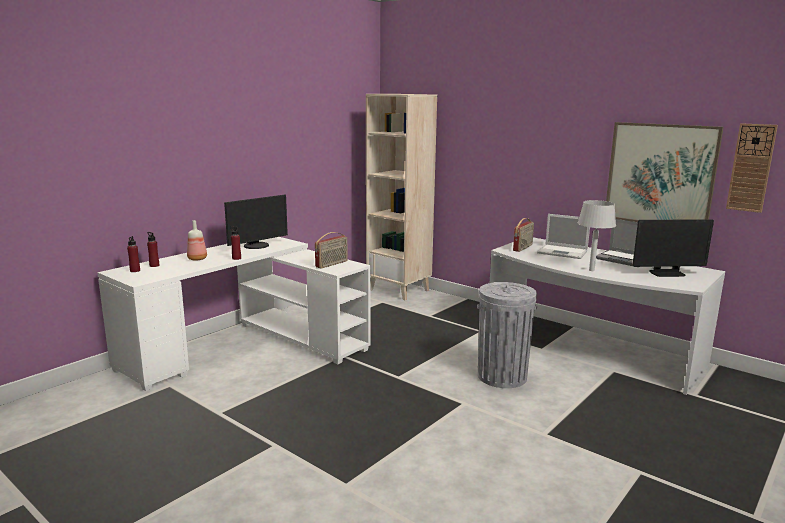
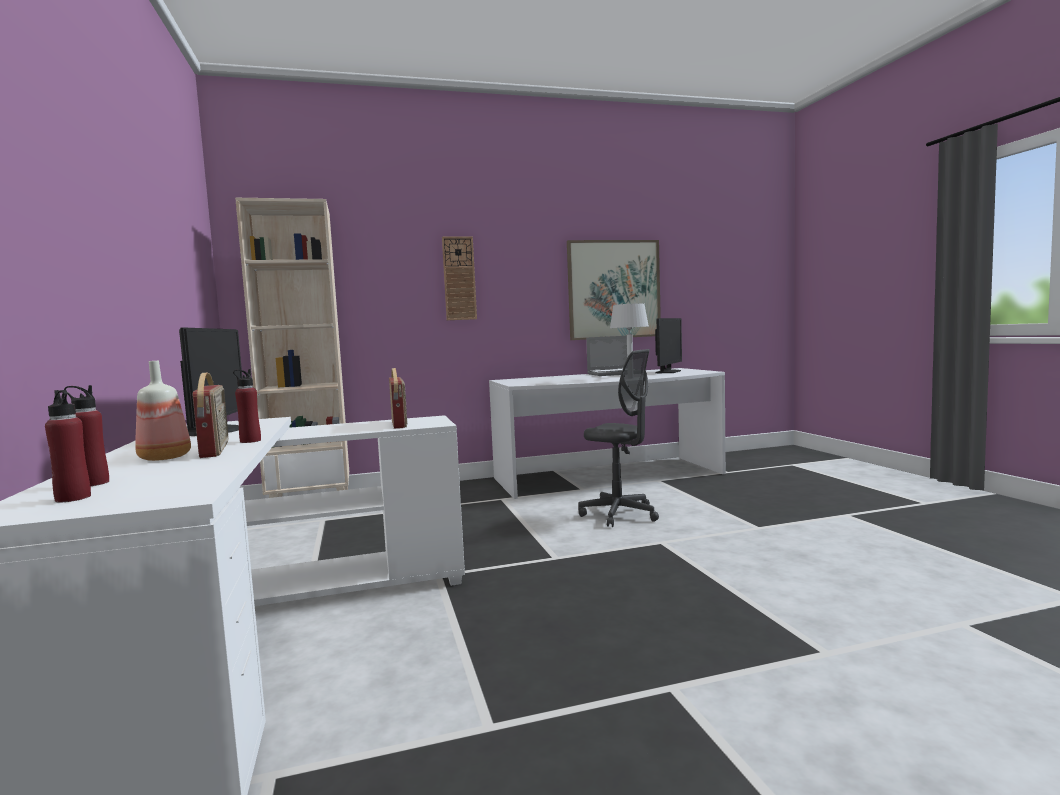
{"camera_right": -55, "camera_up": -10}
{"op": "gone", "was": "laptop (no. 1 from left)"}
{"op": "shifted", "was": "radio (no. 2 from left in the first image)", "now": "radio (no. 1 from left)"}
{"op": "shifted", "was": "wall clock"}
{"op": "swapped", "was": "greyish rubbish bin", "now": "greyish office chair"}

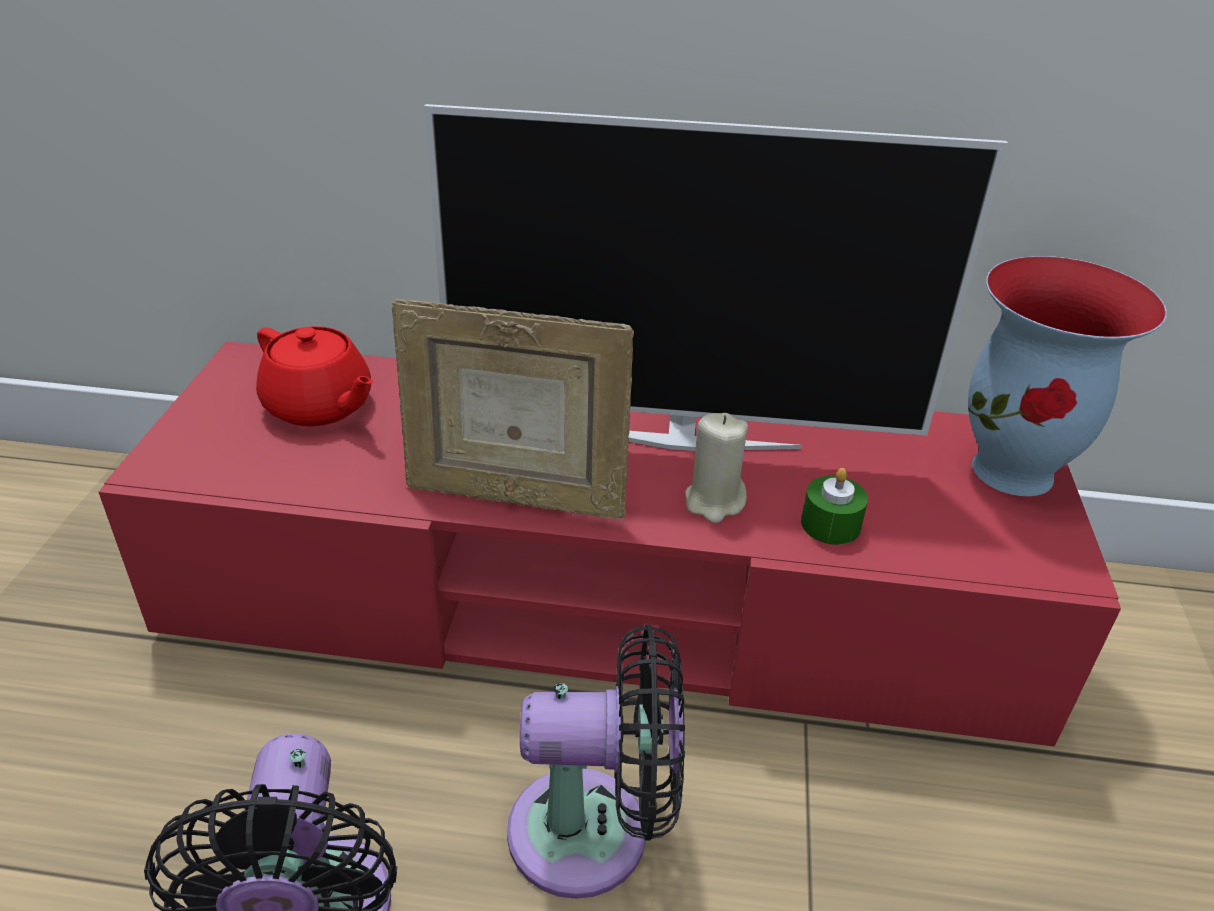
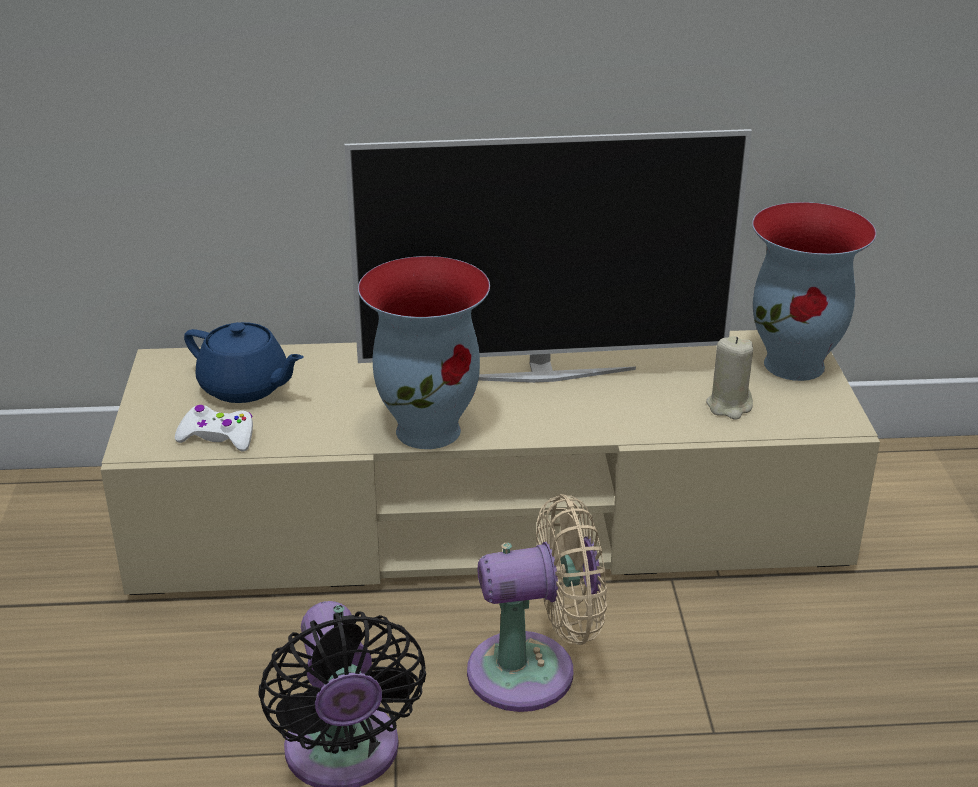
{"camera_right": -10, "camera_up": -5}
{"op": "gone", "was": "green wax candle"}
{"op": "new", "now": "white joypad"}
{"op": "shifted", "was": "beige wax candle"}
{"op": "swapped", "was": "standing frame", "now": "vase (no. 1 from left)"}
{"op": "repainted", "was": "reddish tv unit", "now": "beige tv unit"}
{"op": "repainted", "was": "reddish teapot", "now": "bluish teapot"}
{"op": "repainted", "was": "black-coloured electric fan (no. 2 from left)", "now": "beige electric fan"}

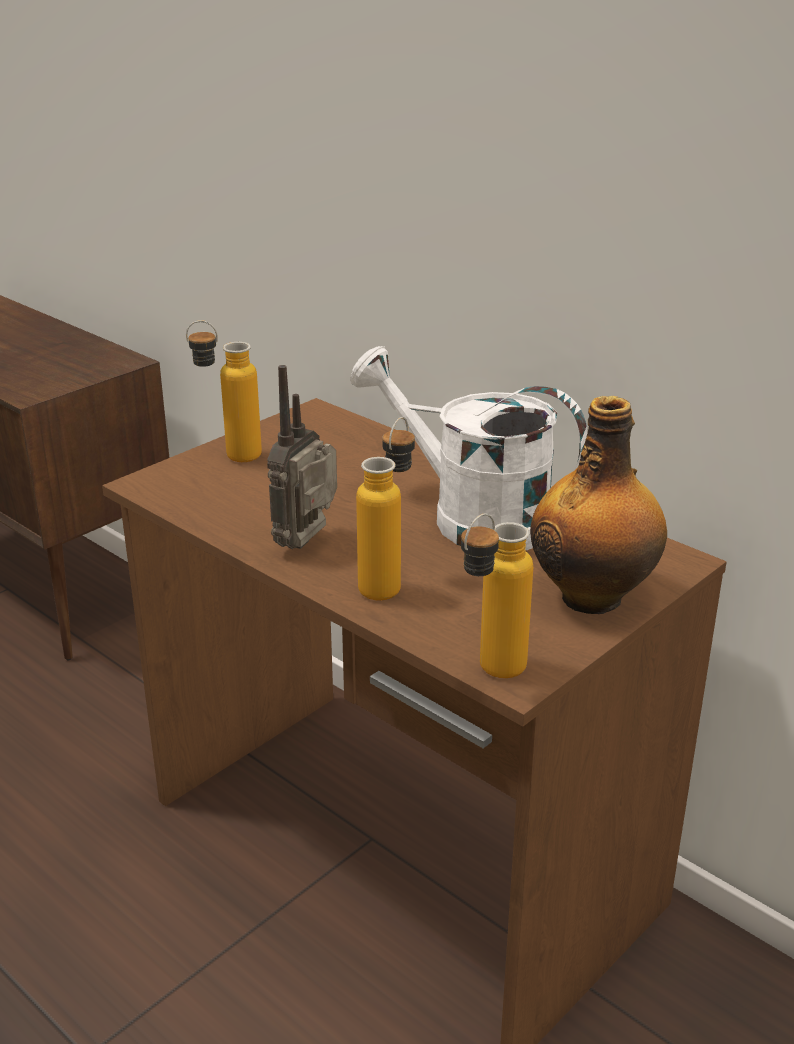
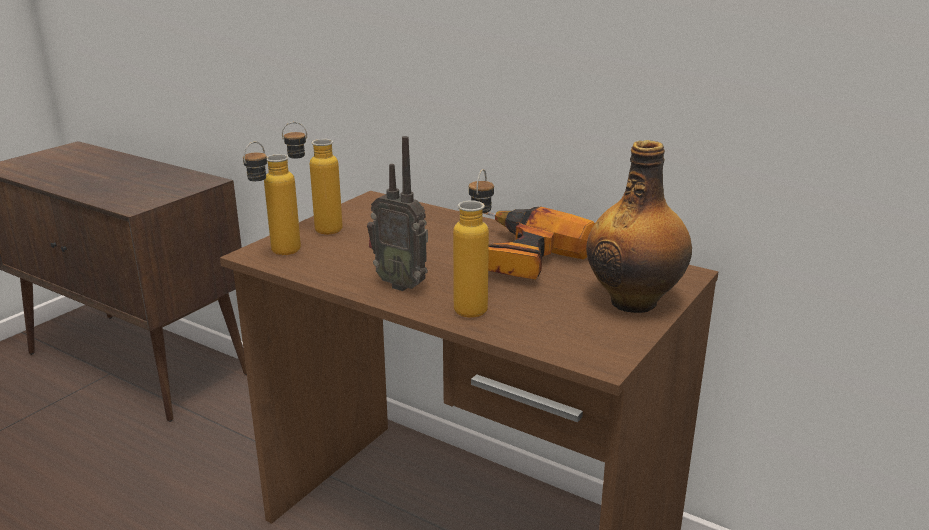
{"camera_right": -10, "camera_up": -5}
{"op": "shifted", "was": "bottle (no. 3 from left in the first image)", "now": "bottle (no. 1 from left)"}
{"op": "swapped", "was": "white watering pot", "now": "drill"}
{"op": "rotated", "was": "radio", "clockwise": -75}

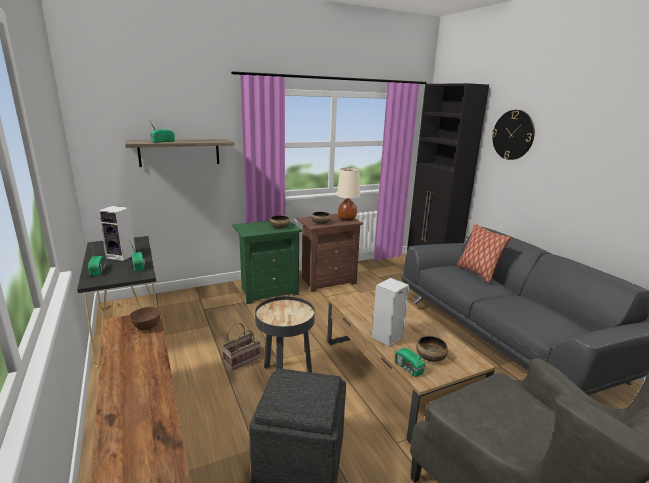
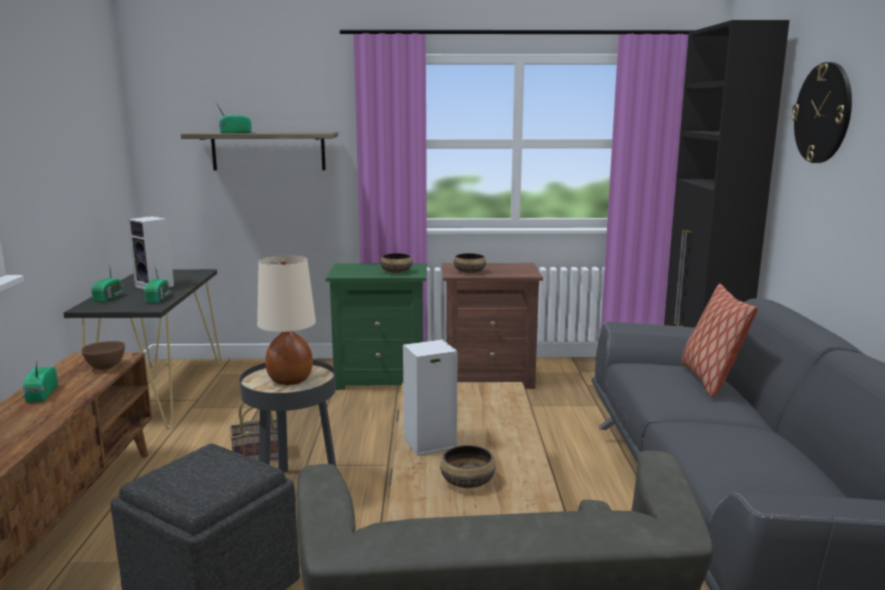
{"camera_right": 25, "camera_up": -5}
{"op": "shifted", "was": "beige lamp for a table"}
{"op": "shifted", "was": "radio (no. 4 from left in the first image)", "now": "radio (no. 1 from left)"}

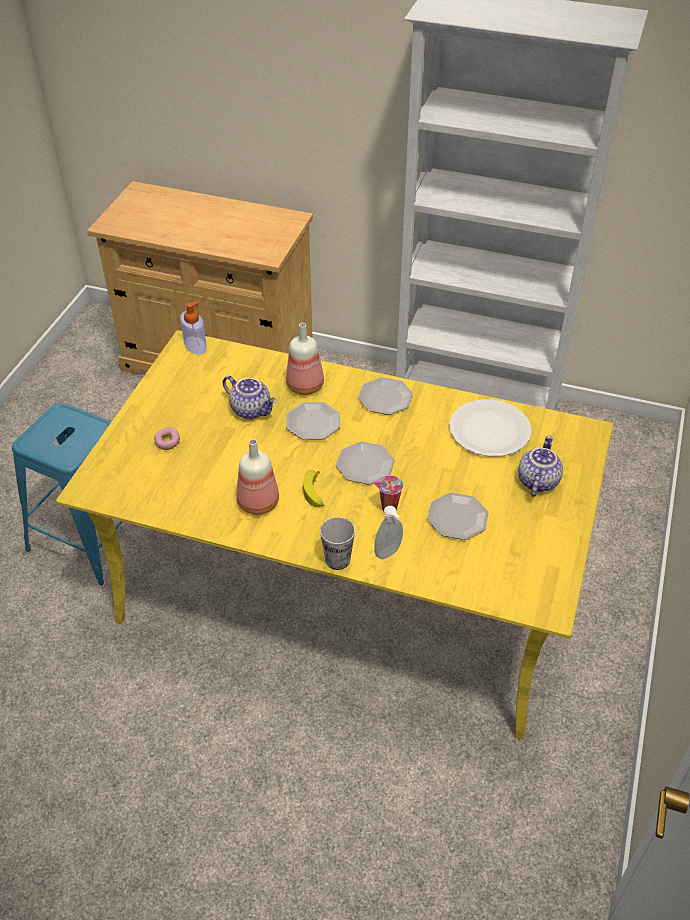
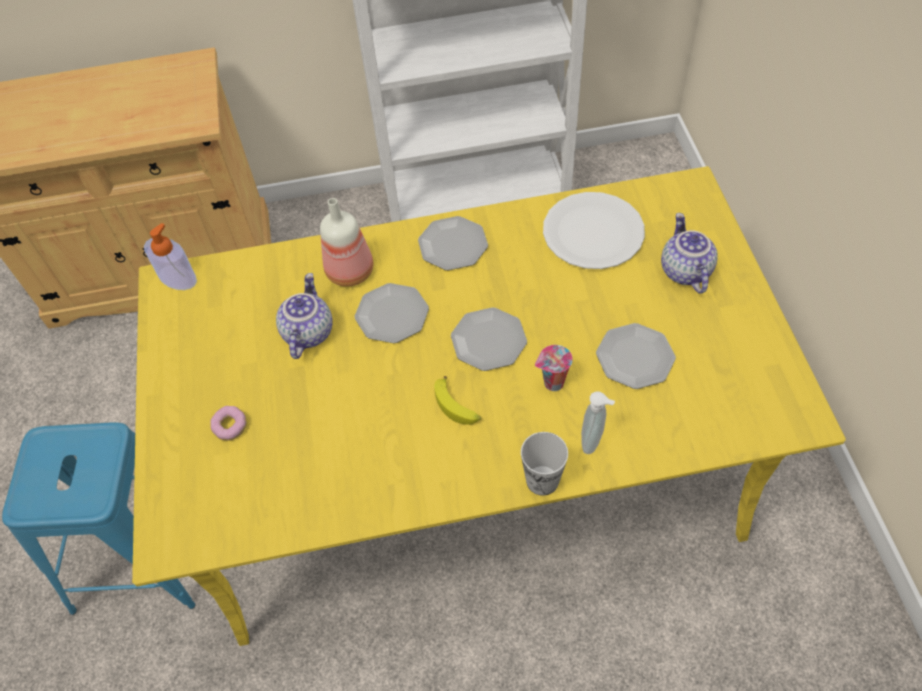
{"camera_right": -25, "camera_up": 10}
{"op": "gone", "was": "bottle (no. 1 from left)"}
{"op": "rotated", "was": "teapot (no. 1 from left)", "clockwise": -90}

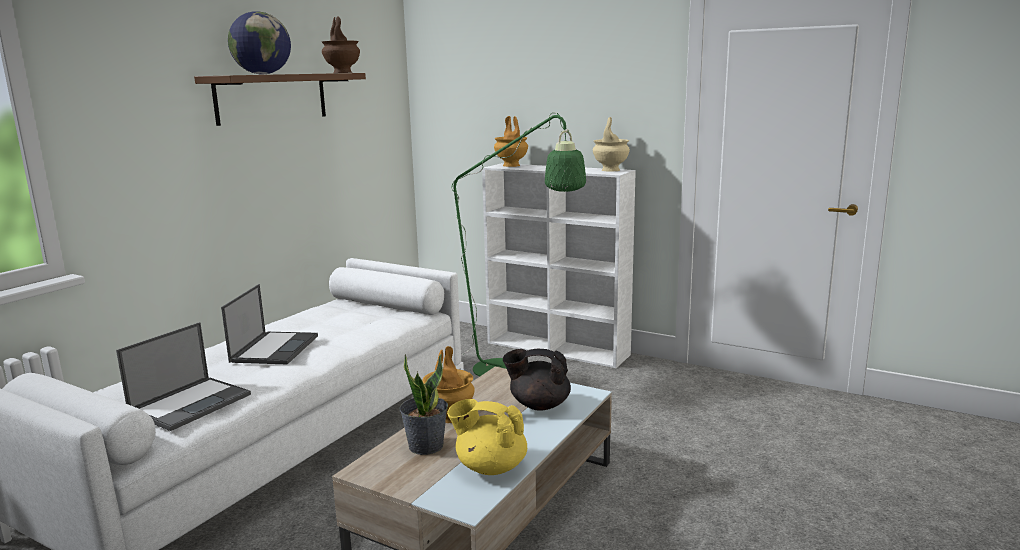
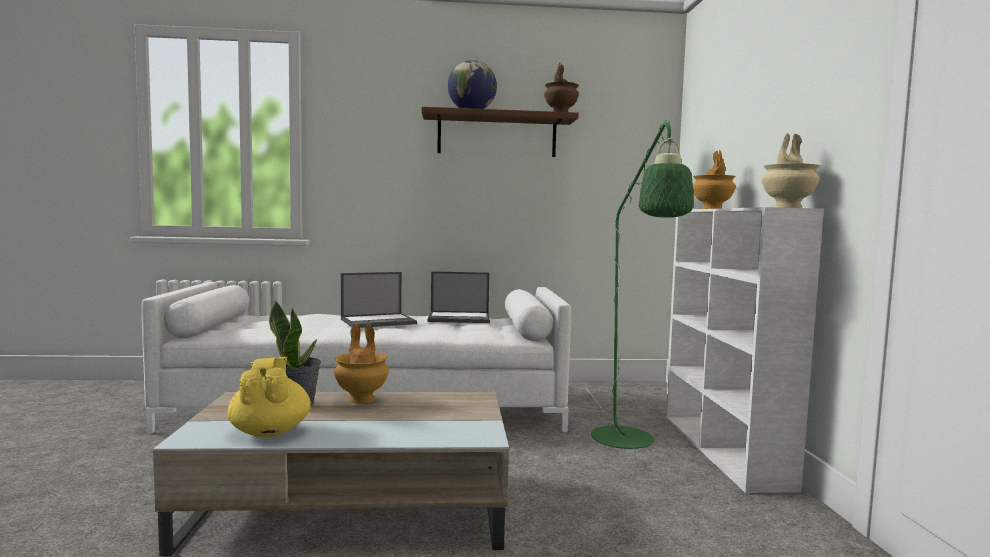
{"camera_right": 55, "camera_up": -10}
{"op": "gone", "was": "black-coloured teapot"}
{"op": "shifted", "was": "laptop (no. 1 from left in the first image)", "now": "laptop (no. 2 from left)"}

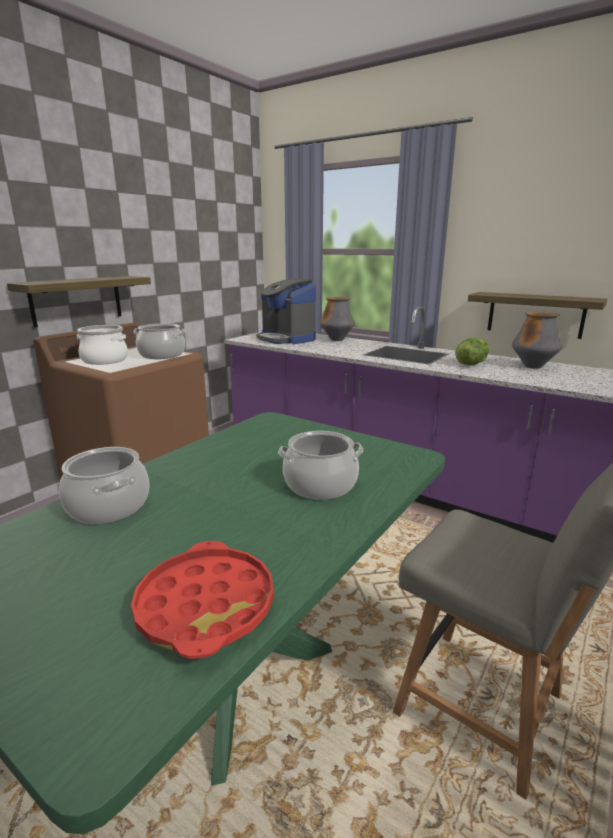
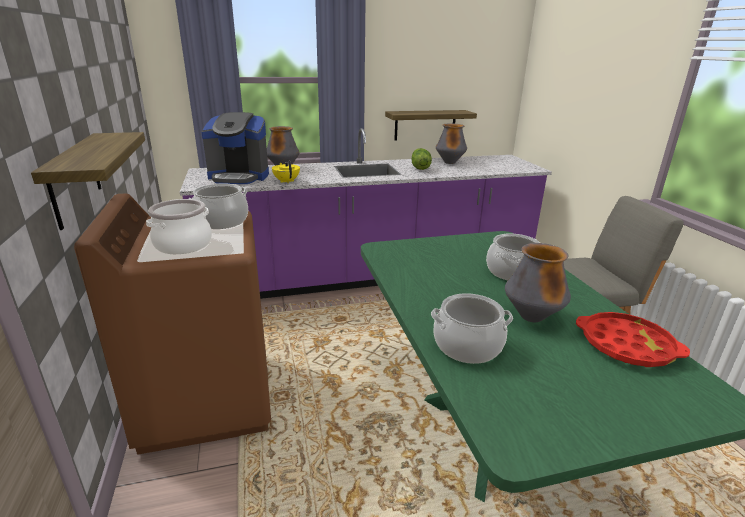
{"camera_right": -50, "camera_up": 5}
{"op": "new", "now": "yellow-coloured teapot"}
{"op": "new", "now": "vase (no. 3 from left)"}

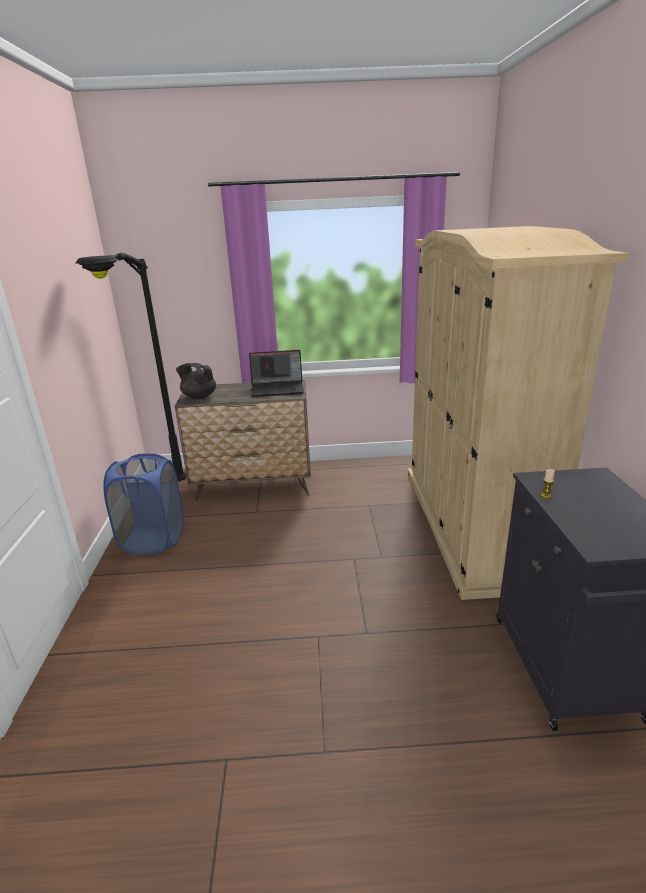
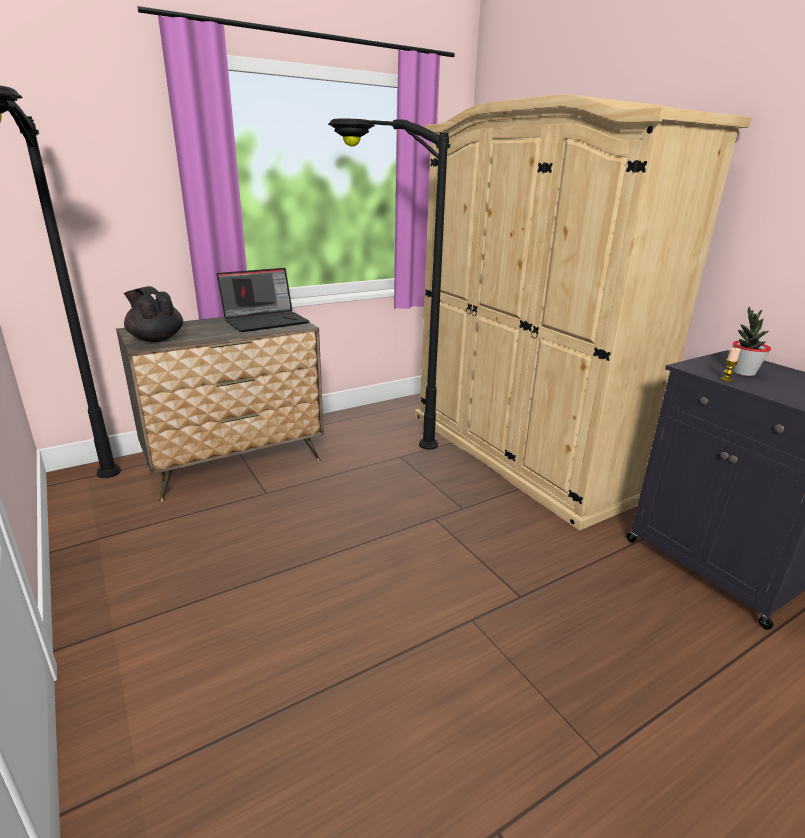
{"camera_right": -30, "camera_up": 0}
{"op": "gone", "was": "bluish hamper"}
{"op": "new", "now": "black-coloured standing lamp (no. 2 from left)"}
{"op": "new", "now": "plant in a pot"}
{"op": "rotated", "was": "black-coloured teapot", "clockwise": 45}

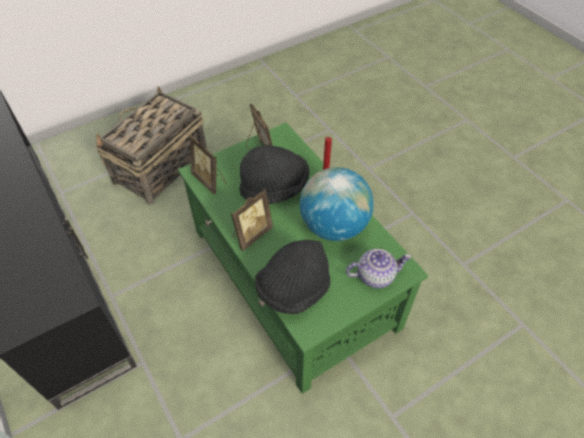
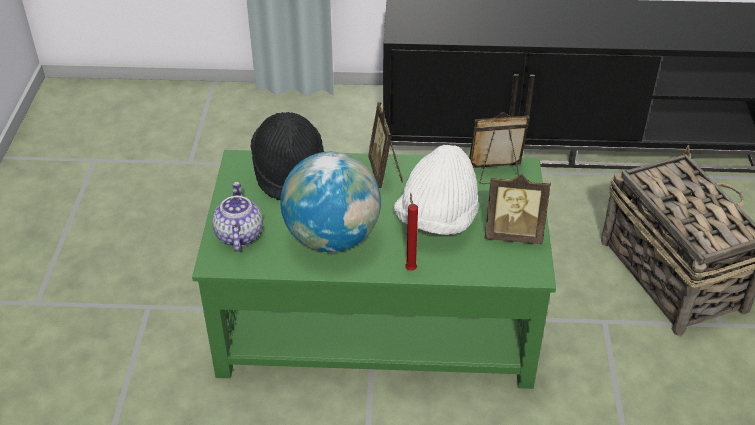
{"camera_right": 125, "camera_up": -10}
{"op": "repainted", "was": "black-coloured wearable hat (no. 1 from left)", "now": "white wearable hat"}
{"op": "rotated", "was": "teapot", "clockwise": 150}

